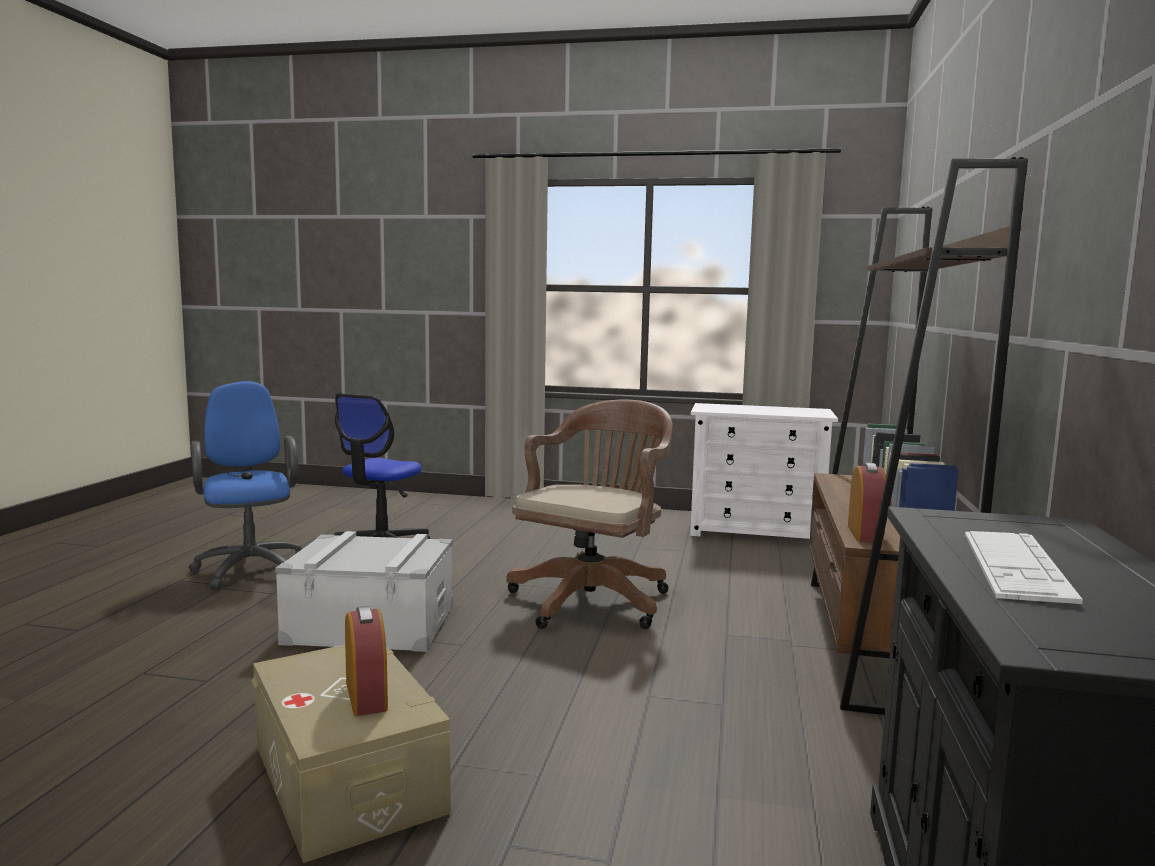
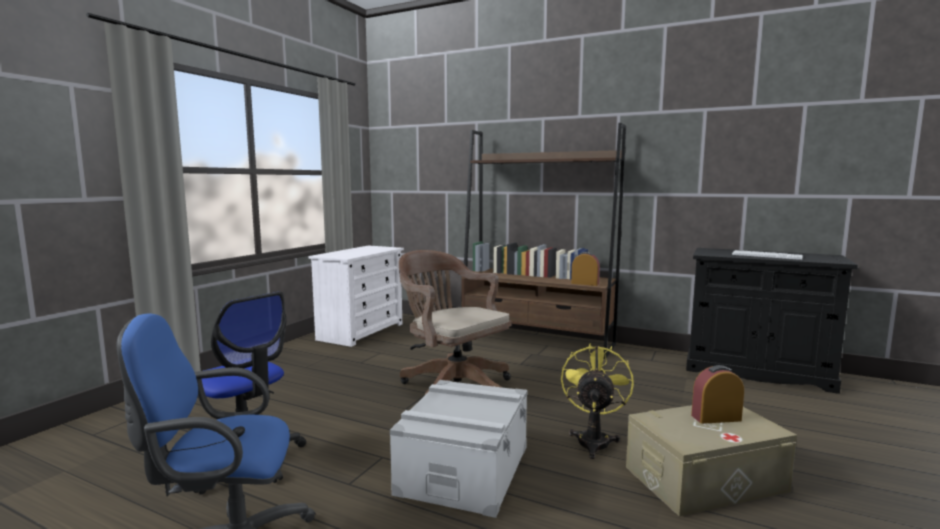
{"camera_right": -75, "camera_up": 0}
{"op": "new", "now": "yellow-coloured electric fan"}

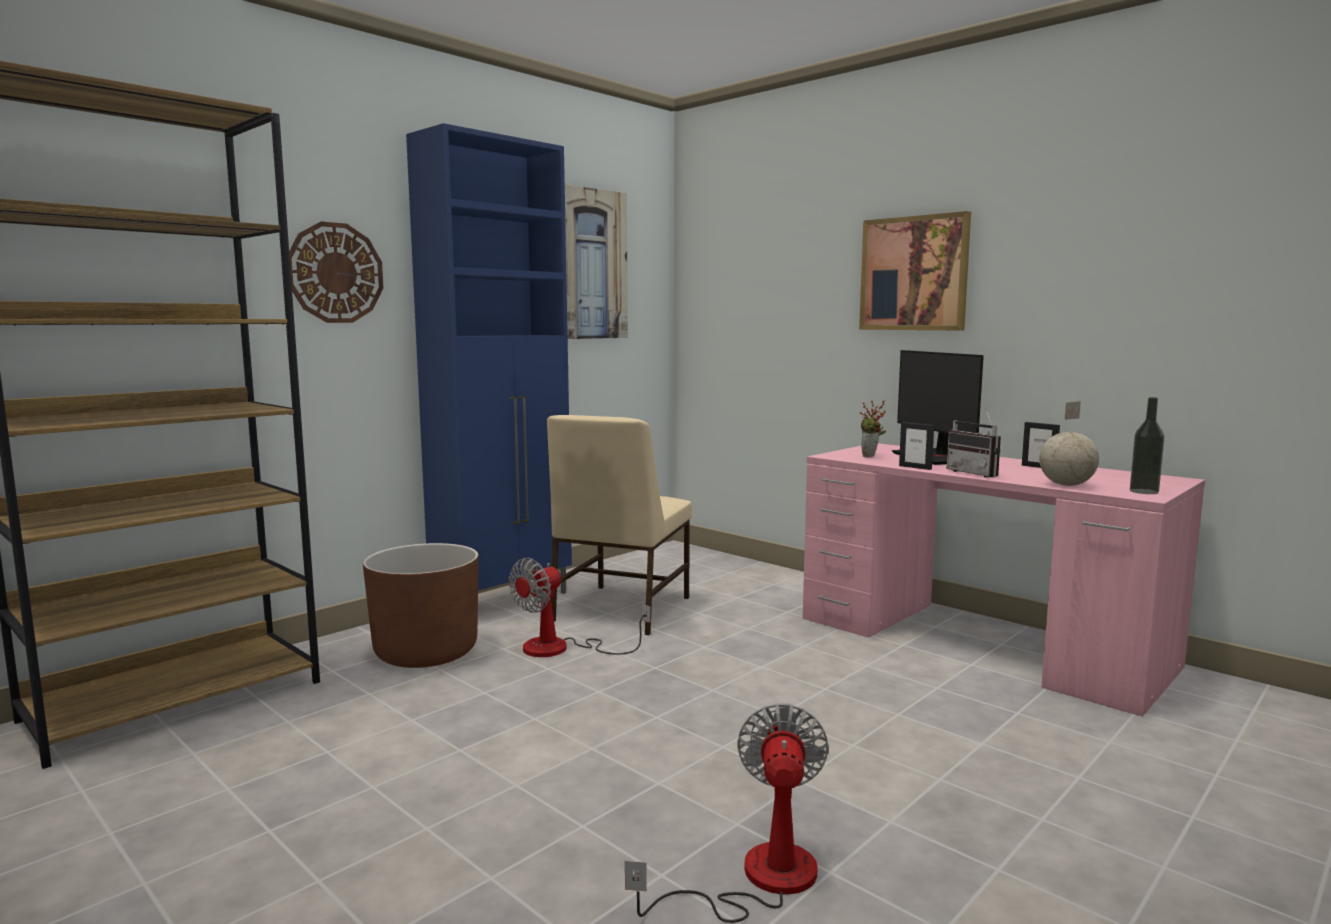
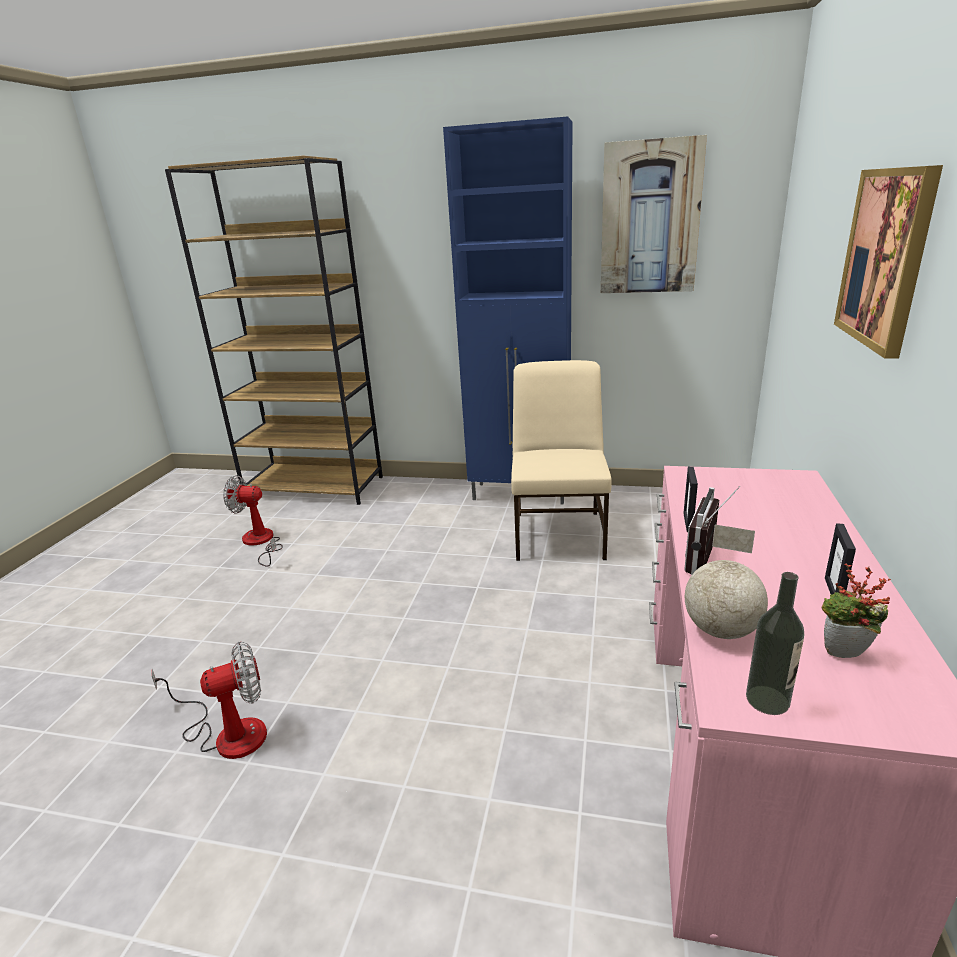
{"camera_right": 60, "camera_up": 15}
{"op": "gone", "was": "wall clock"}
{"op": "gone", "was": "brownish planter"}
{"op": "gone", "was": "monitor"}
{"op": "shifted", "was": "electric fan (no. 1 from left in the first image)", "now": "electric fan (no. 2 from left)"}
{"op": "shifted", "was": "plant in a pot"}
{"op": "rotated", "was": "beige plain chair", "clockwise": 105}

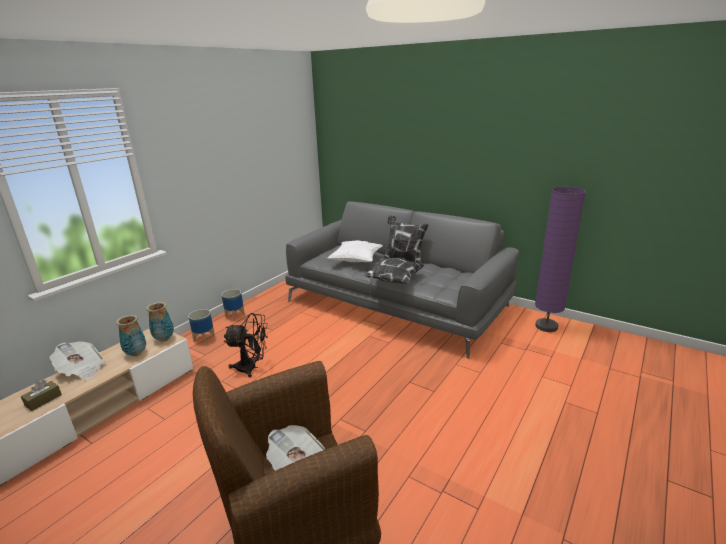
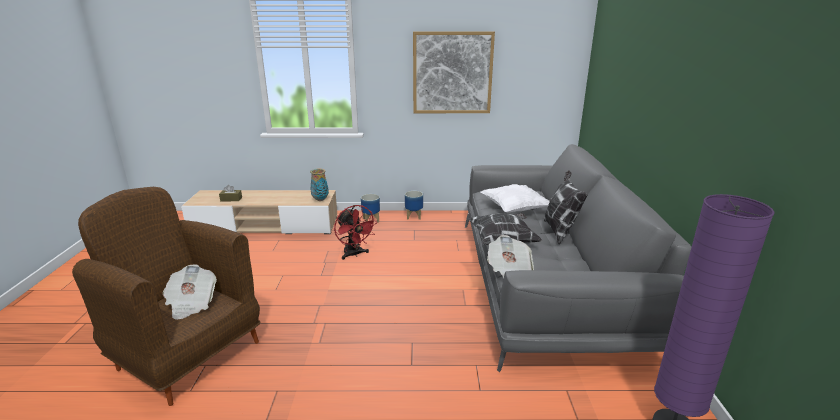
{"camera_right": 55, "camera_up": 0}
{"op": "gone", "was": "vase (no. 1 from left)"}
{"op": "new", "now": "wall art"}
{"op": "shifted", "was": "newspaper (no. 1 from left in the first image)", "now": "newspaper (no. 2 from left)"}
{"op": "repainted", "was": "black-coloured electric fan", "now": "reddish electric fan"}

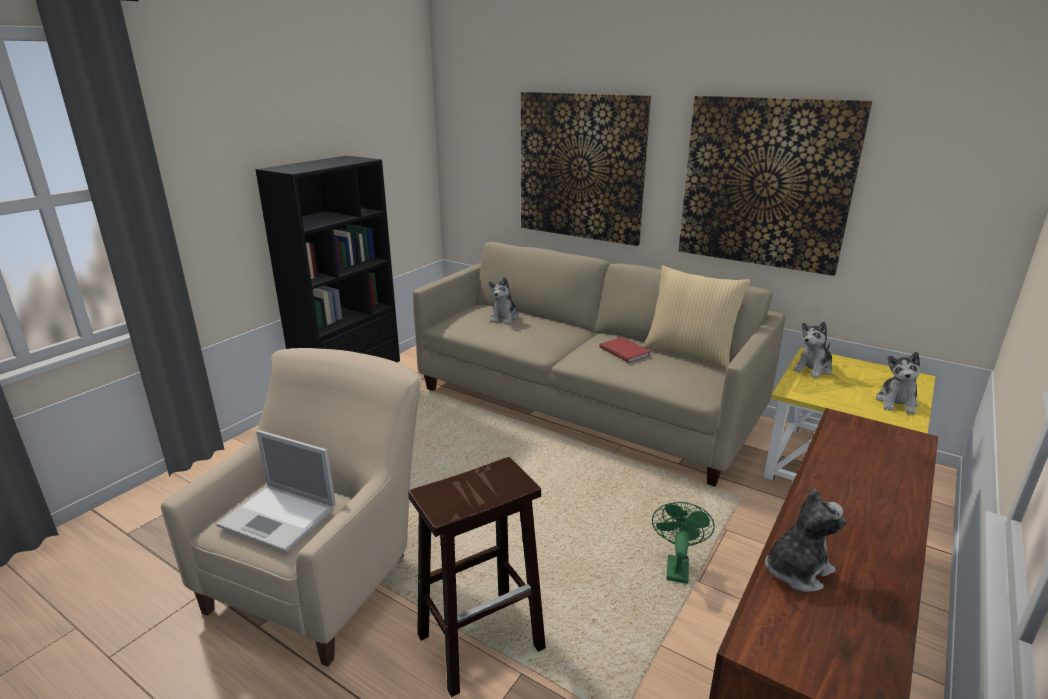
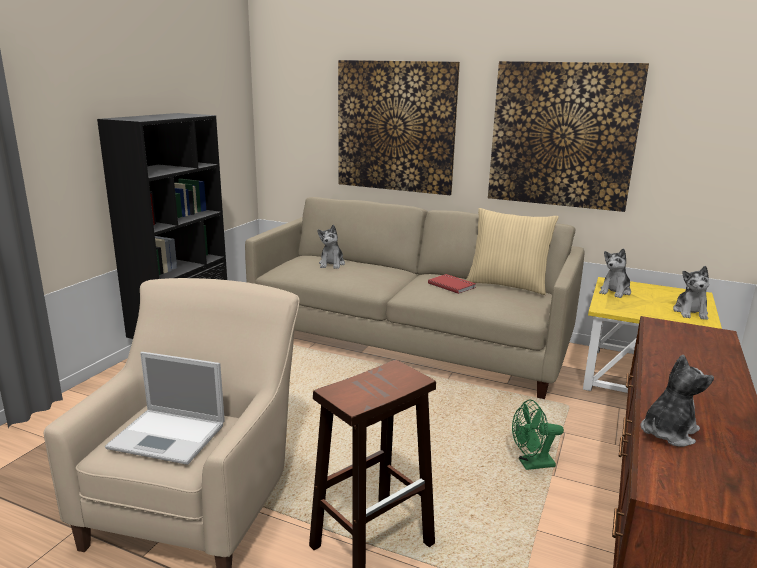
{"camera_right": -10, "camera_up": -5}
{"op": "rotated", "was": "green electric fan", "clockwise": -105}

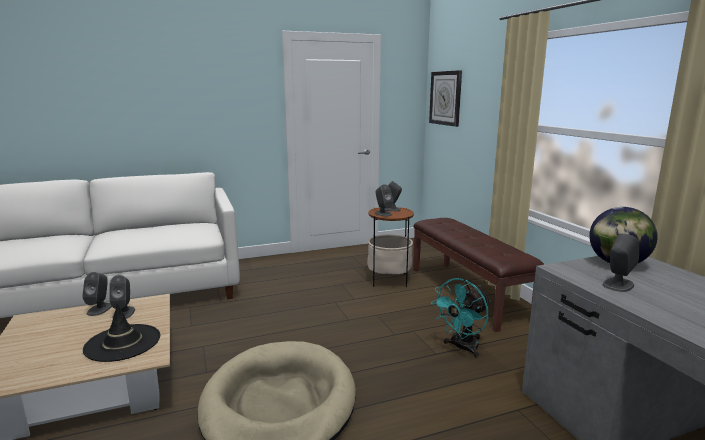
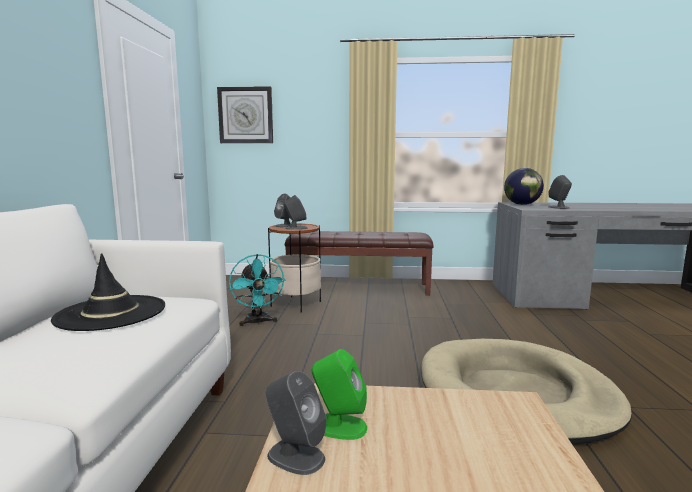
{"camera_right": -65, "camera_up": -5}
{"op": "shifted", "was": "black-coloured wearable hat"}
{"op": "shifted", "was": "turquoise-coloured electric fan"}
{"op": "repainted", "was": "greyish speaker (no. 2 from left)", "now": "green speaker"}

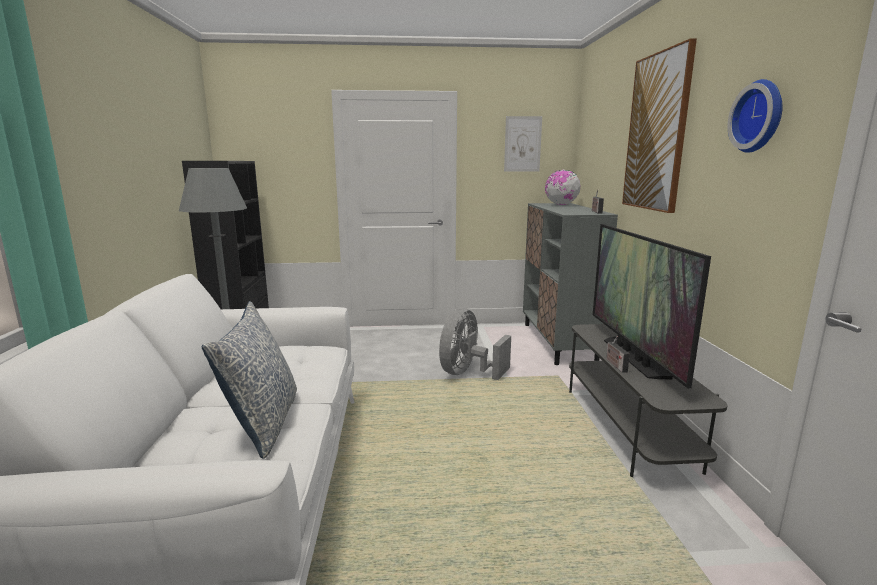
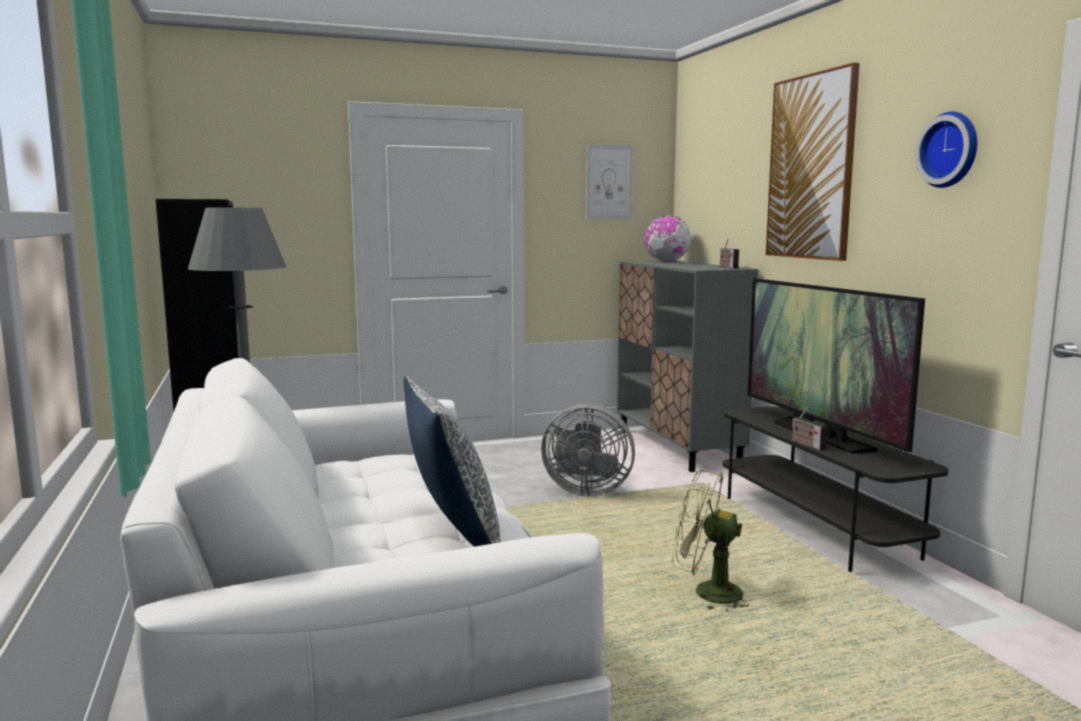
{"camera_right": -15, "camera_up": -5}
{"op": "new", "now": "green electric fan"}
{"op": "rotated", "was": "greyish electric fan", "clockwise": -90}

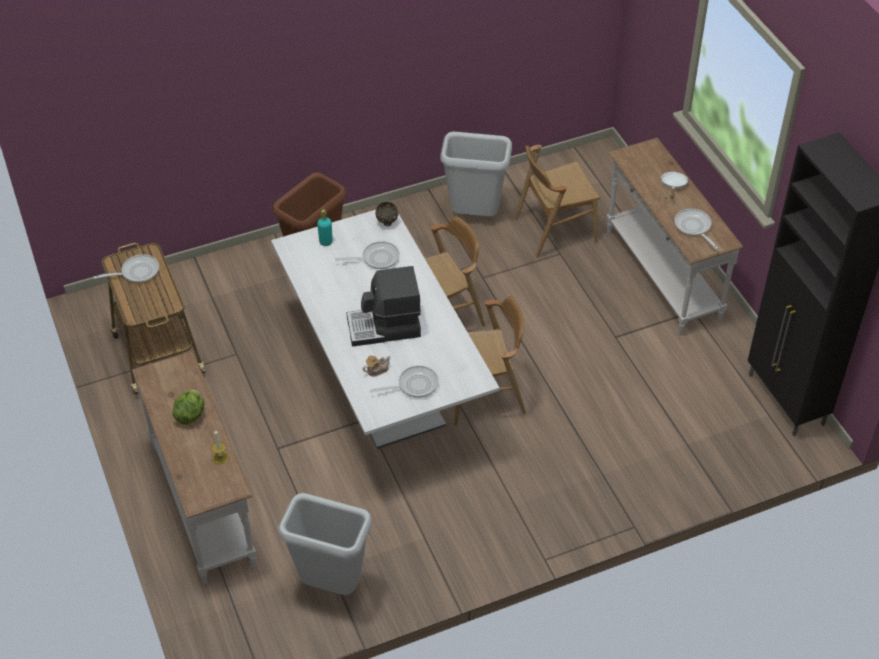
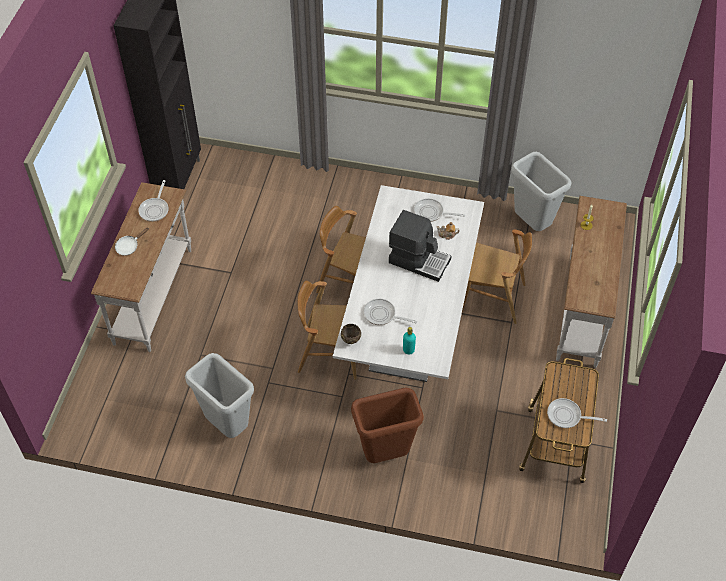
{"camera_right": -145, "camera_up": 5}
{"op": "gone", "was": "head of lettuce"}
{"op": "shifted", "was": "brownish plain chair (no. 3 from left)"}

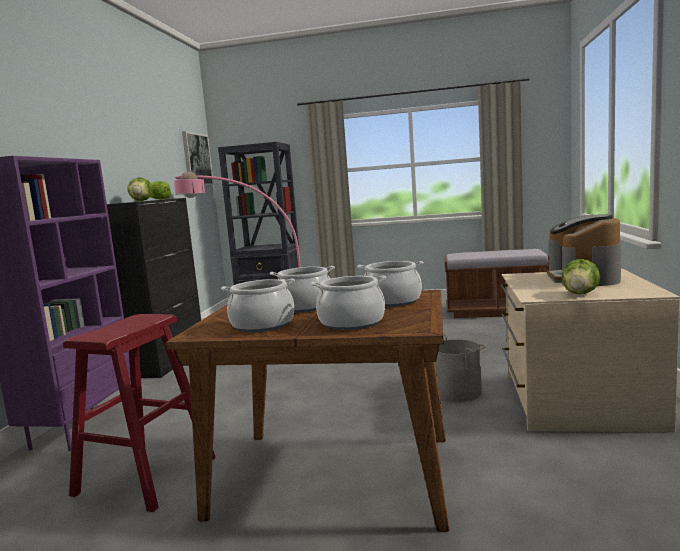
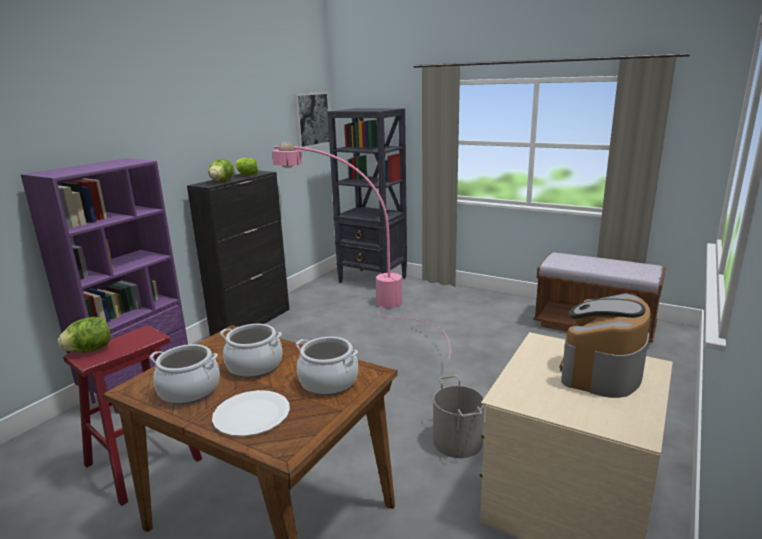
{"camera_right": 20, "camera_up": 10}
{"op": "shifted", "was": "head of lettuce (no. 3 from left in the first image)", "now": "head of lettuce (no. 1 from left)"}
{"op": "swapped", "was": "stockpot (no. 3 from left)", "now": "white plate"}

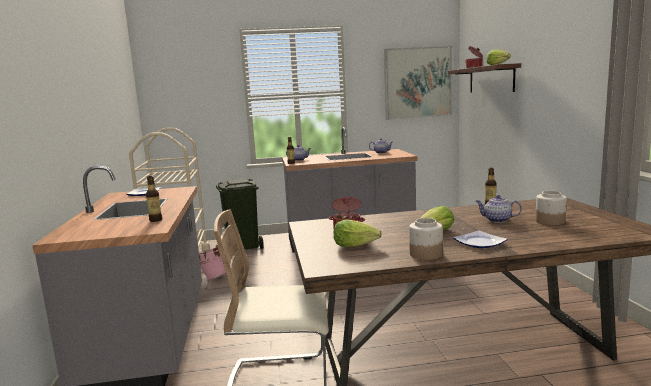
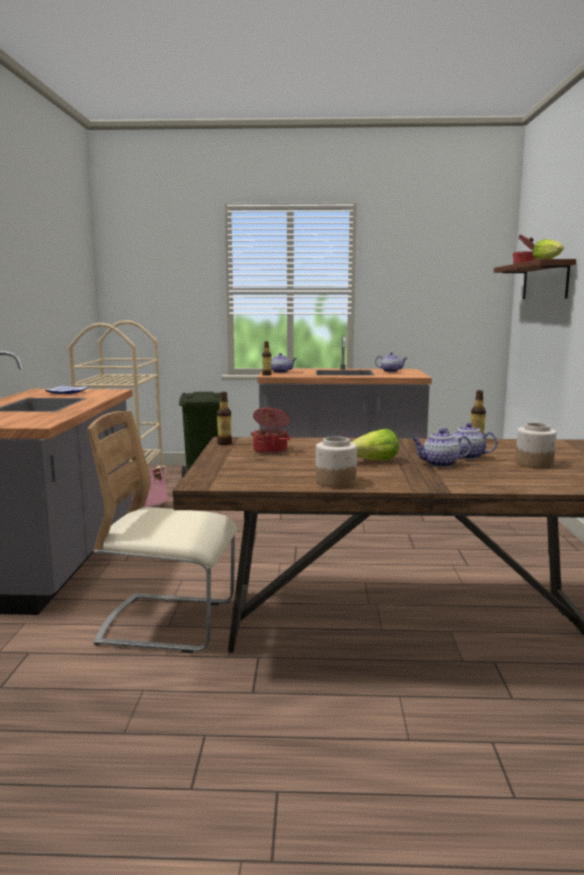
{"camera_right": 10, "camera_up": 0}
{"op": "gone", "was": "head of lettuce (no. 1 from left)"}
{"op": "gone", "was": "wall art"}
{"op": "gone", "was": "plate (no. 2 from left)"}
{"op": "new", "now": "teapot (no. 3 from left)"}
{"op": "shifted", "was": "bottle (no. 1 from left)"}

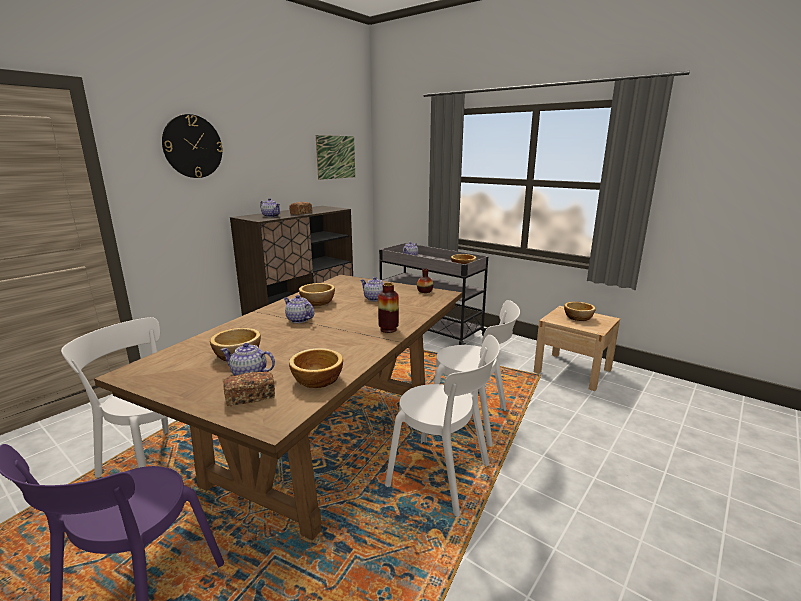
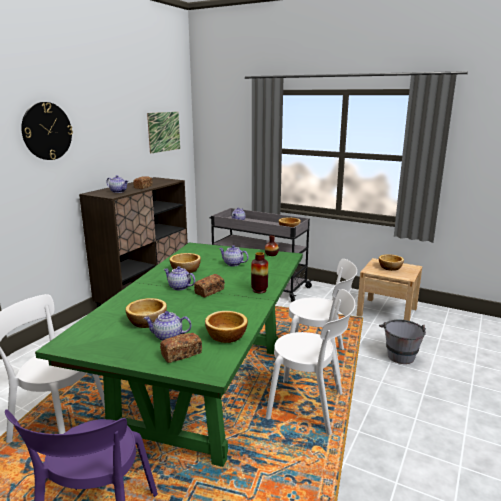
{"camera_right": -10, "camera_up": 0}
{"op": "new", "now": "bread (no. 3 from left)"}
{"op": "new", "now": "greyish bucket"}
{"op": "repainted", "was": "brownish kitchen table", "now": "green kitchen table"}

